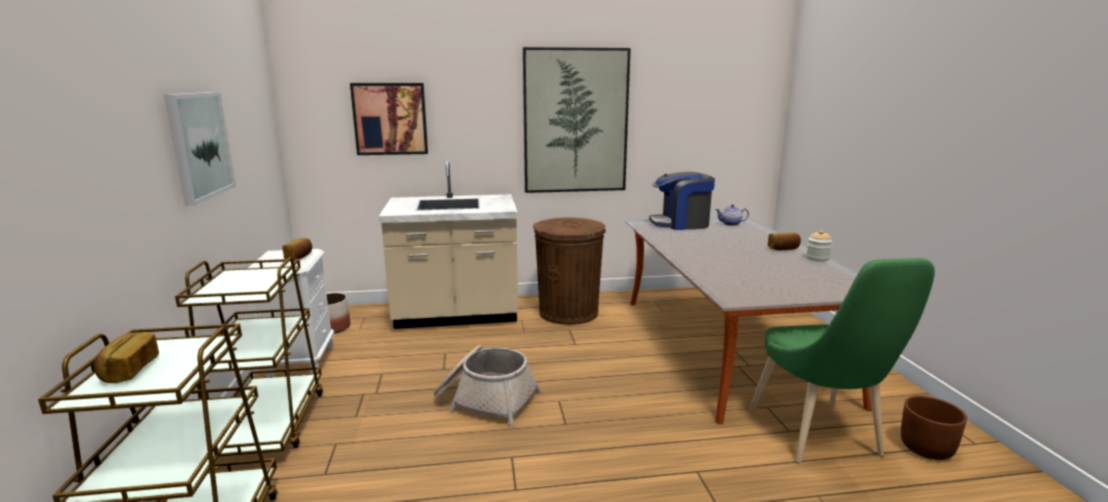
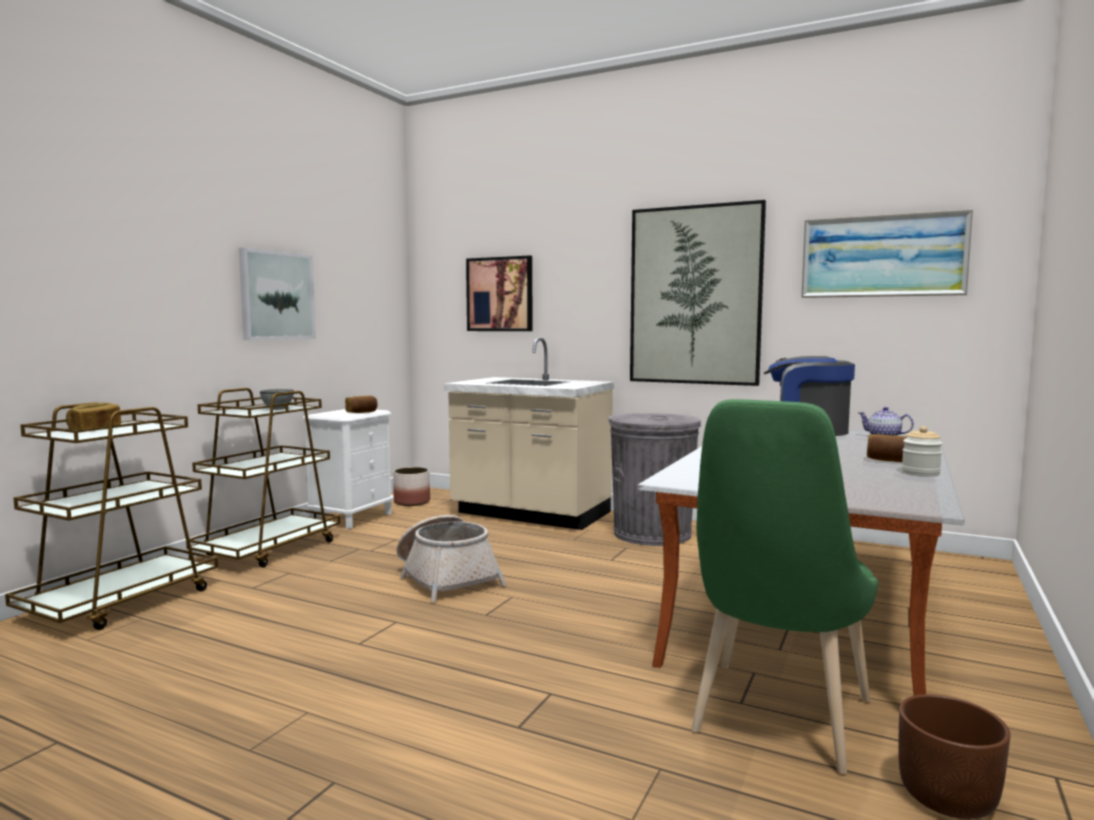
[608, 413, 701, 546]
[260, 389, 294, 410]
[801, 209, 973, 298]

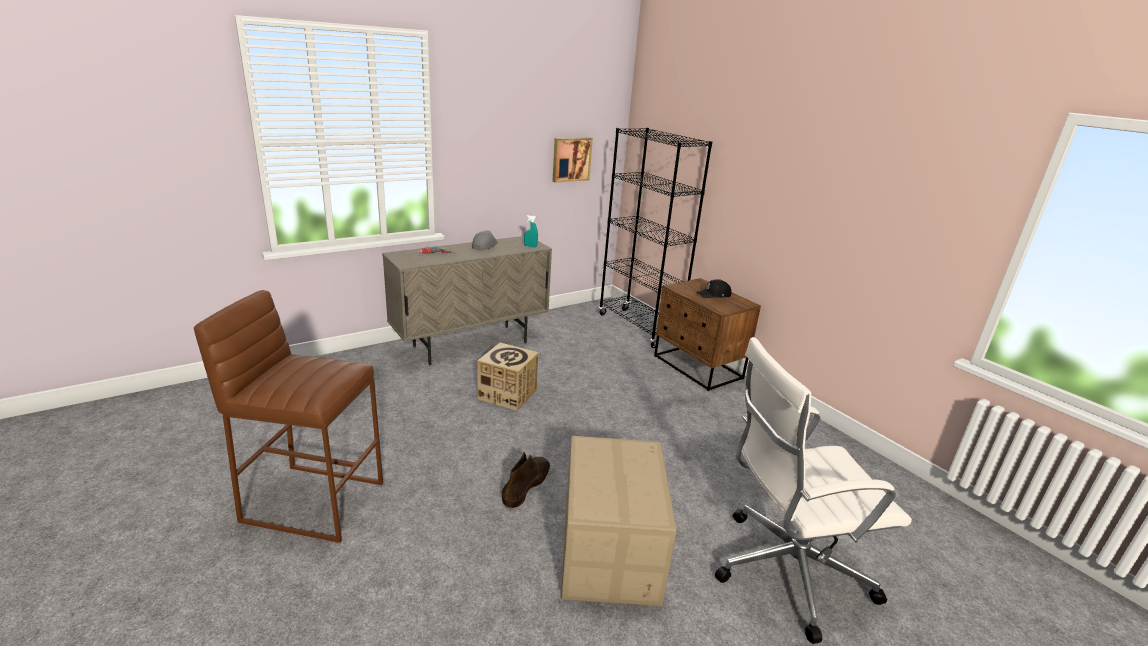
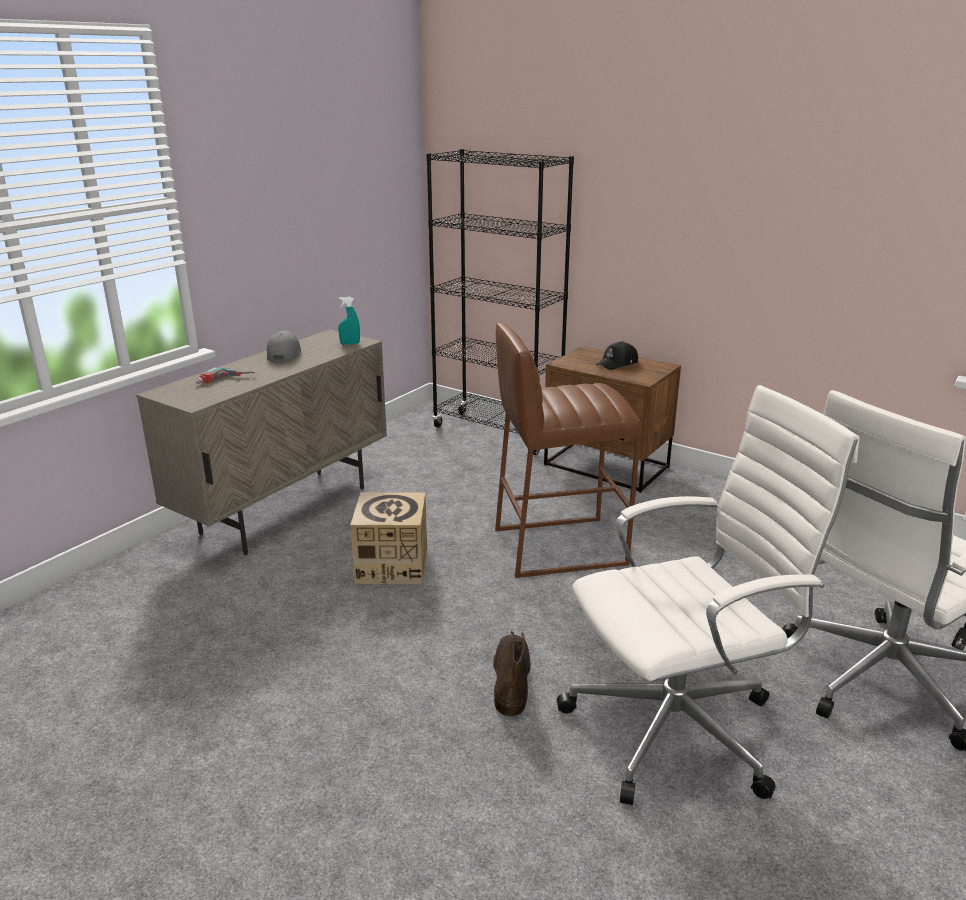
[495, 323, 641, 578]
[552, 137, 593, 183] (first image)
[557, 385, 859, 805]

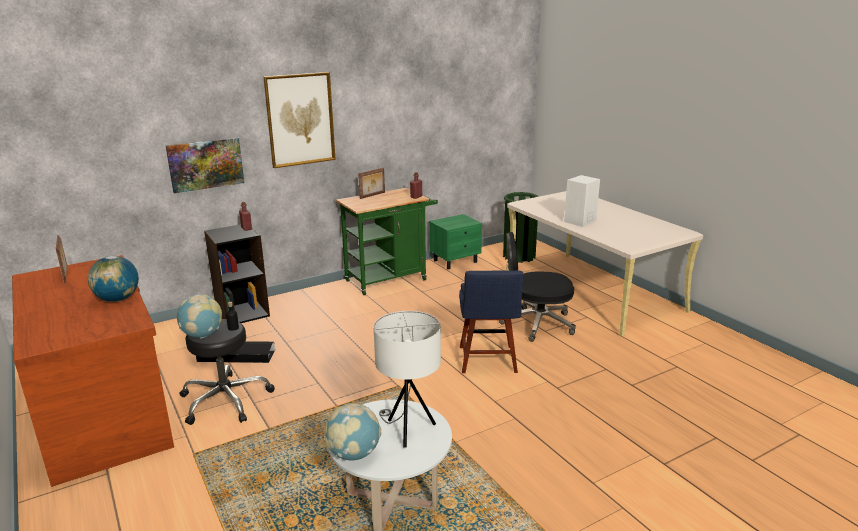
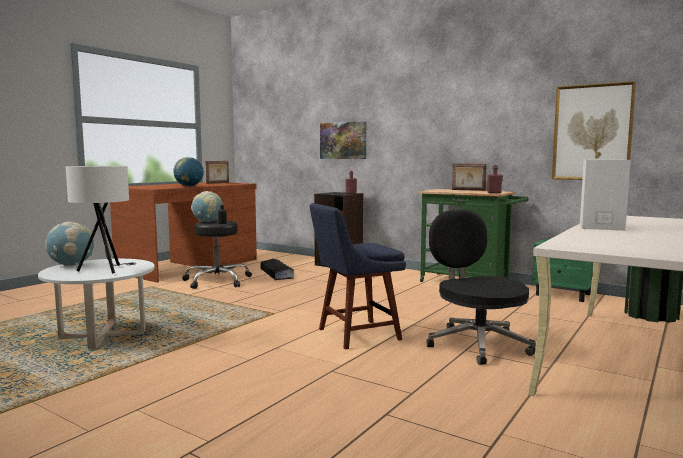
[552, 81, 636, 180]

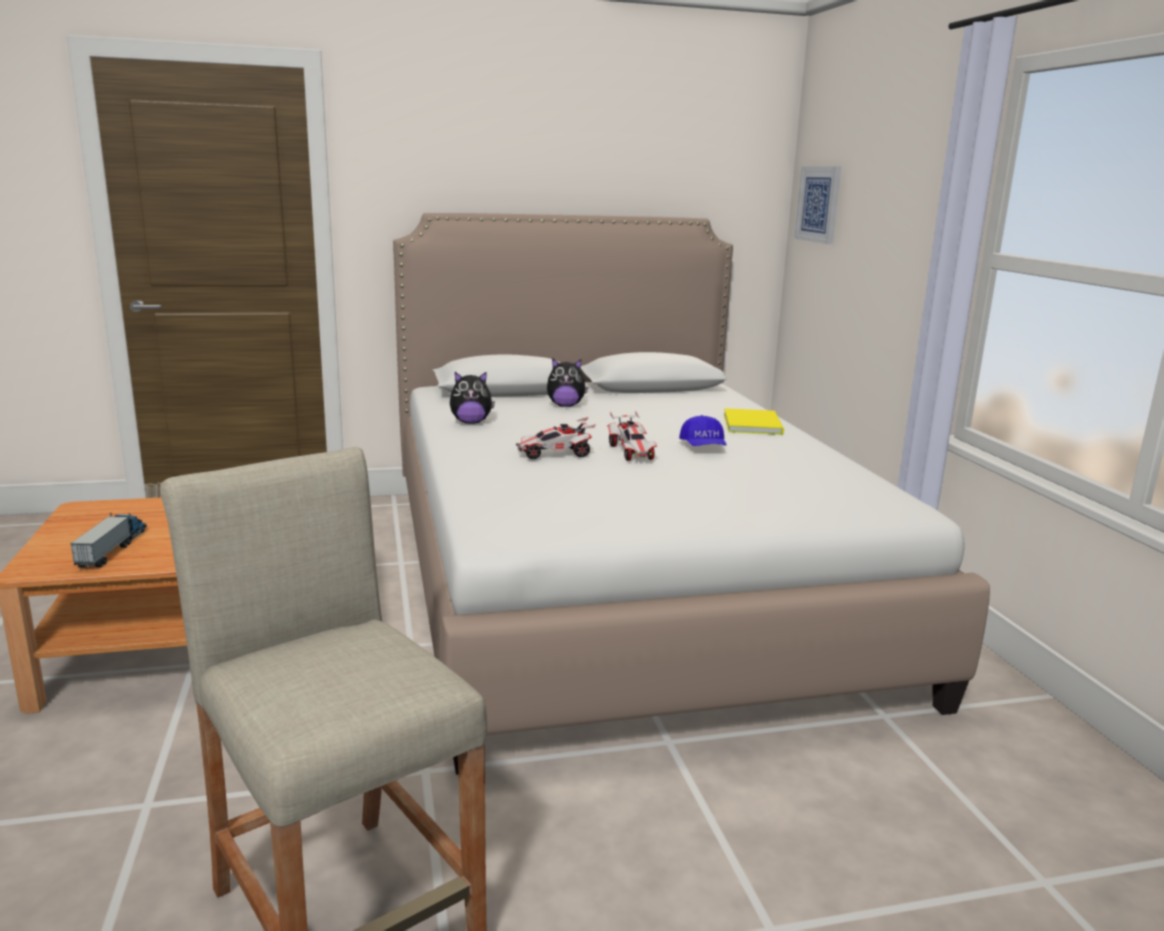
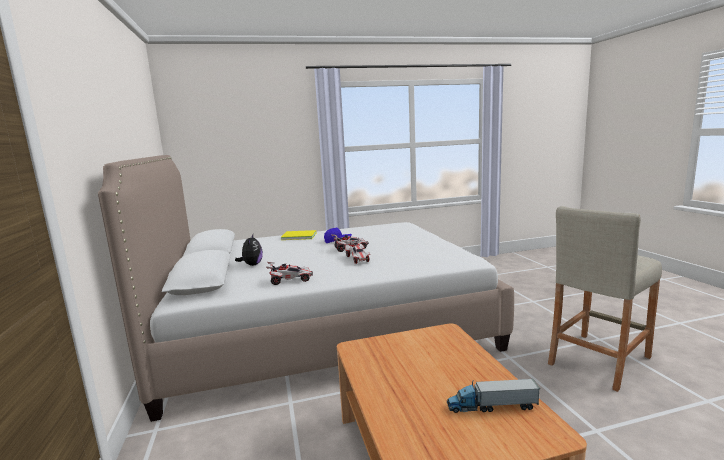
[266, 262, 313, 285]
[794, 166, 841, 244] (first image)

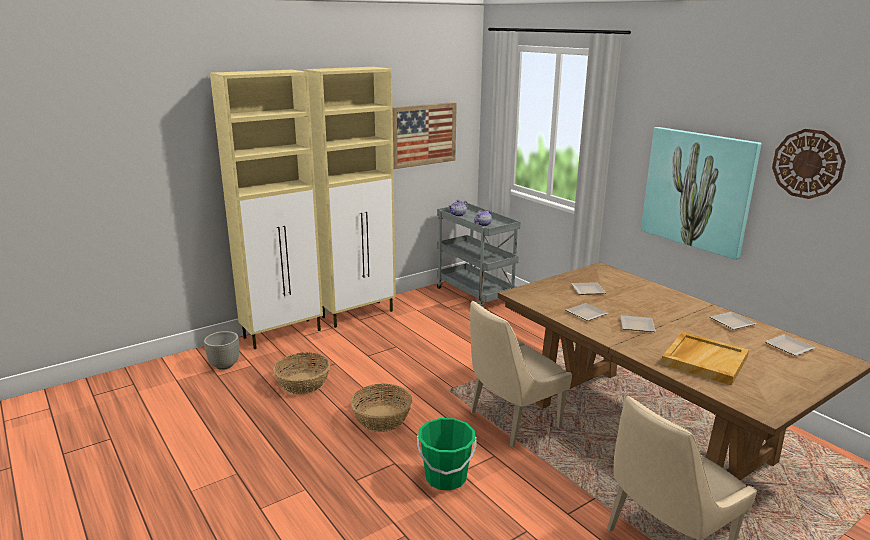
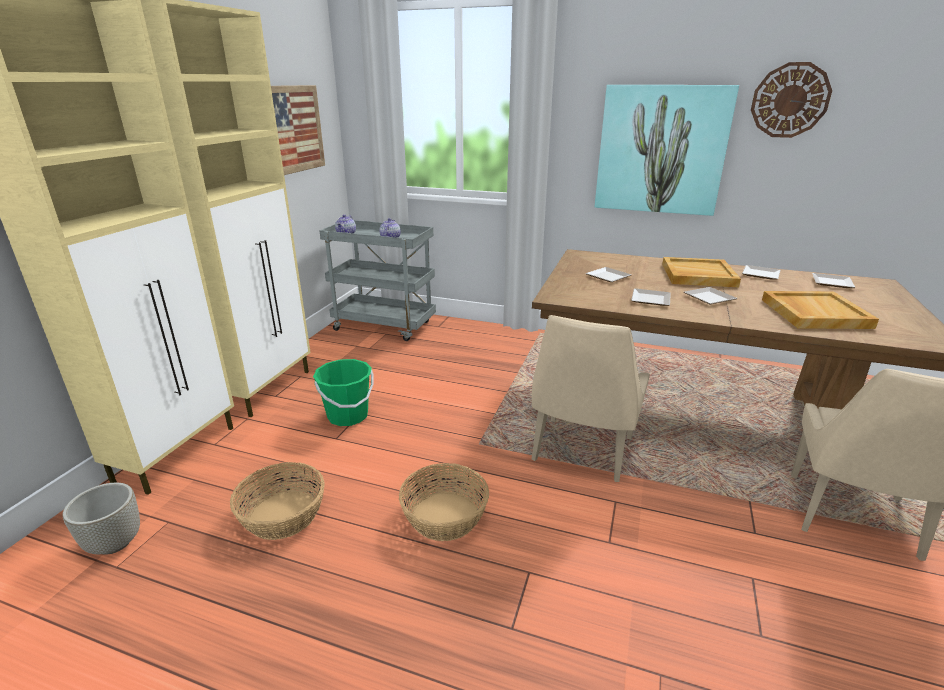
[313, 359, 374, 426]
[662, 257, 741, 287]

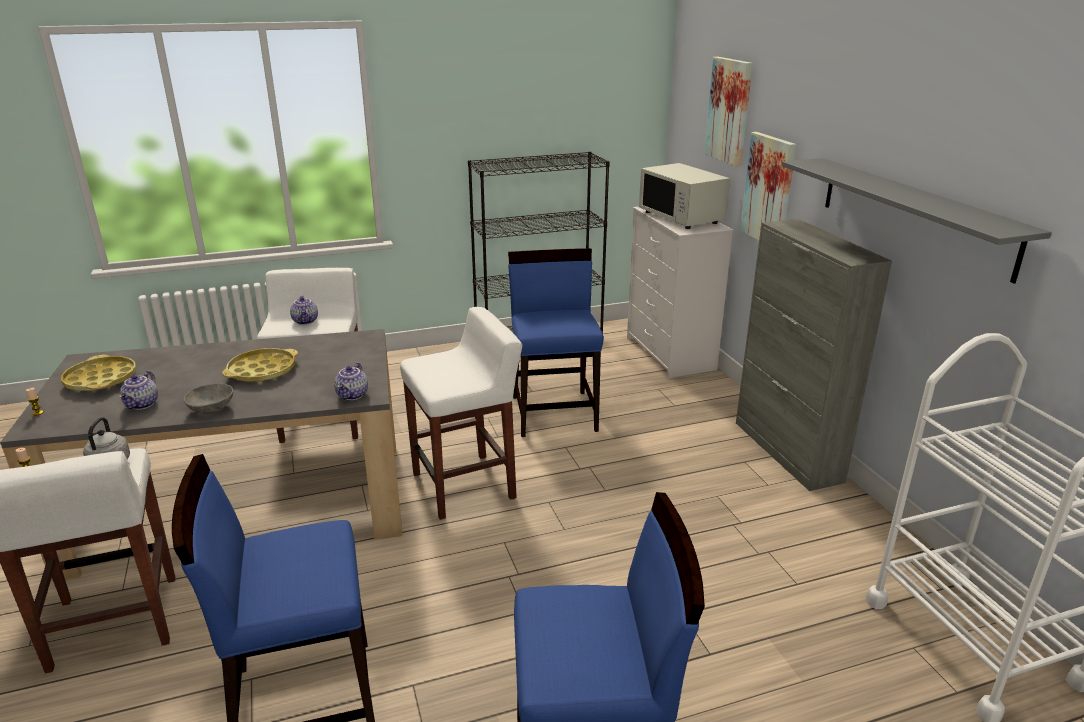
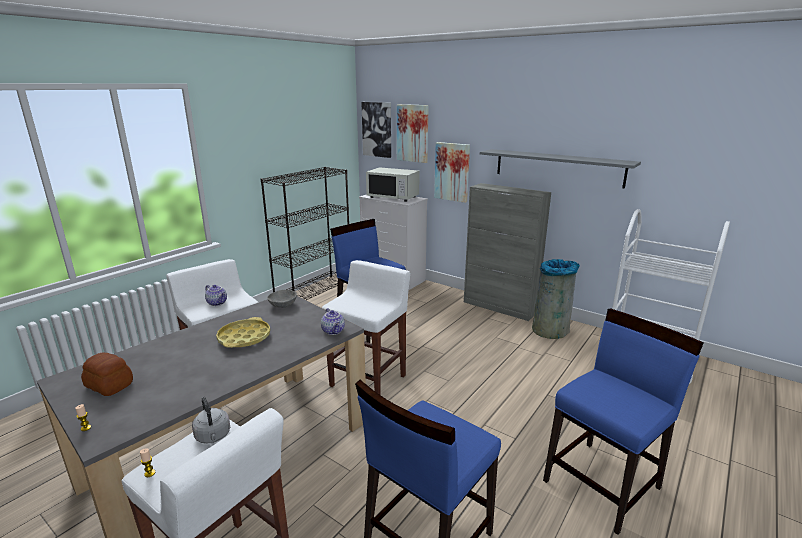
[81, 353, 133, 396]
[119, 371, 158, 410] (first image)
[267, 290, 297, 308]
[361, 102, 391, 158]
[532, 259, 580, 339]

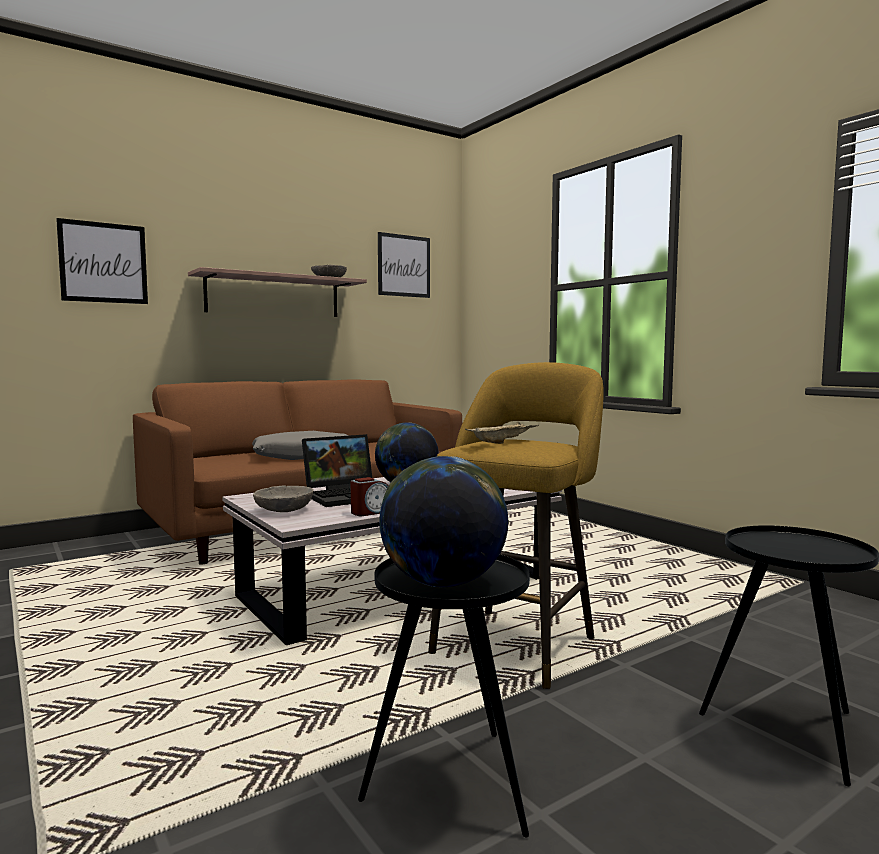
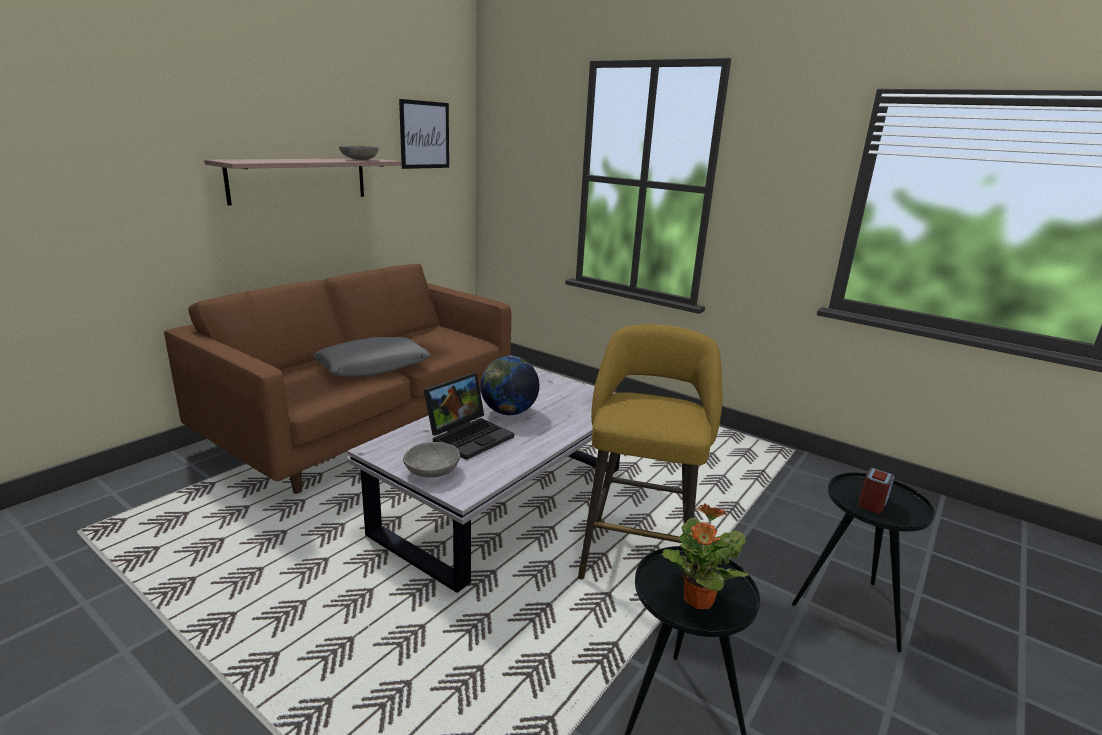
[56, 218, 148, 304] (first image)
[858, 468, 894, 514]
[662, 503, 749, 609]
[465, 421, 539, 444] (first image)

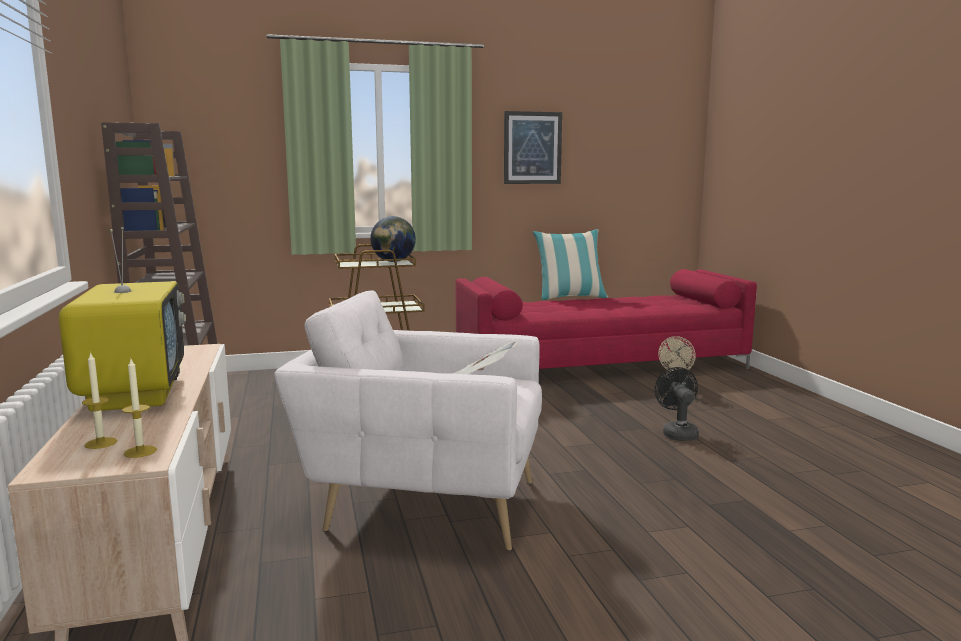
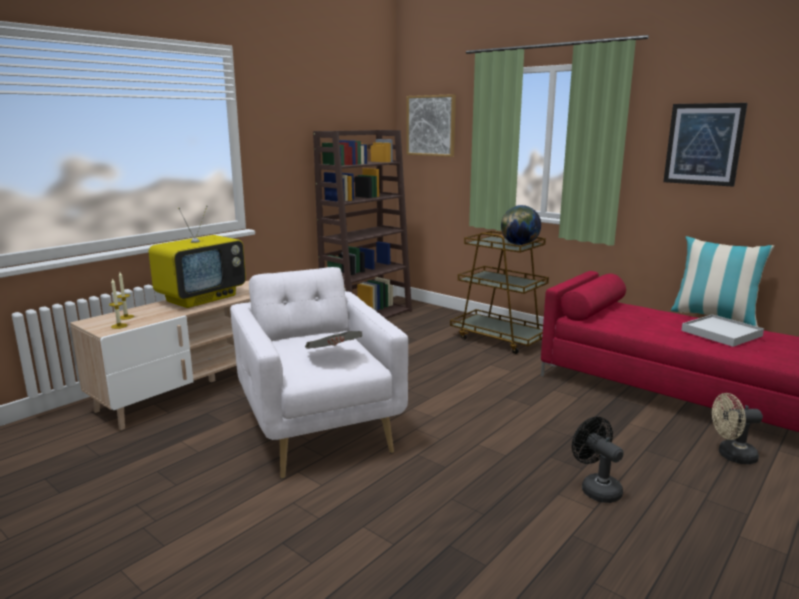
[572, 417, 624, 503]
[406, 94, 456, 157]
[681, 314, 764, 347]

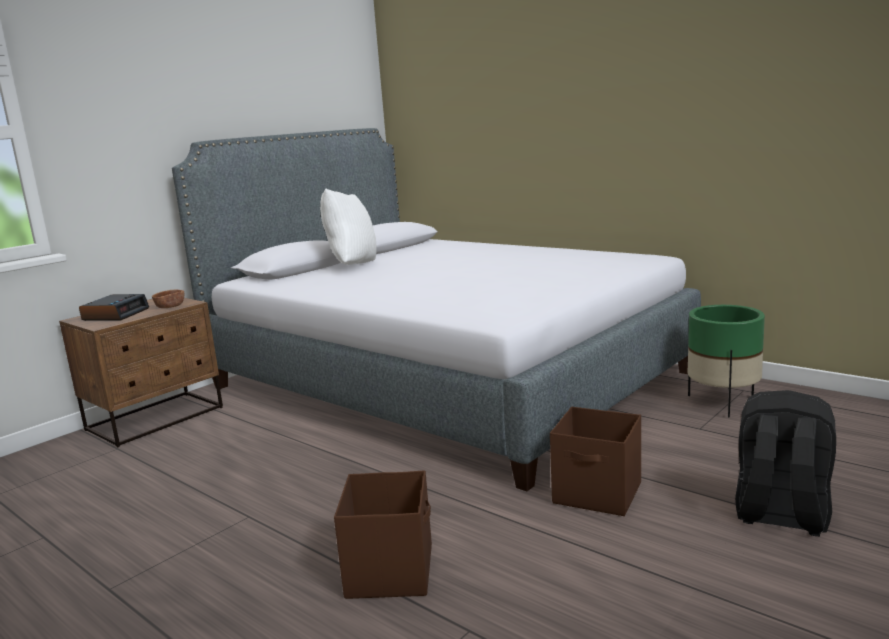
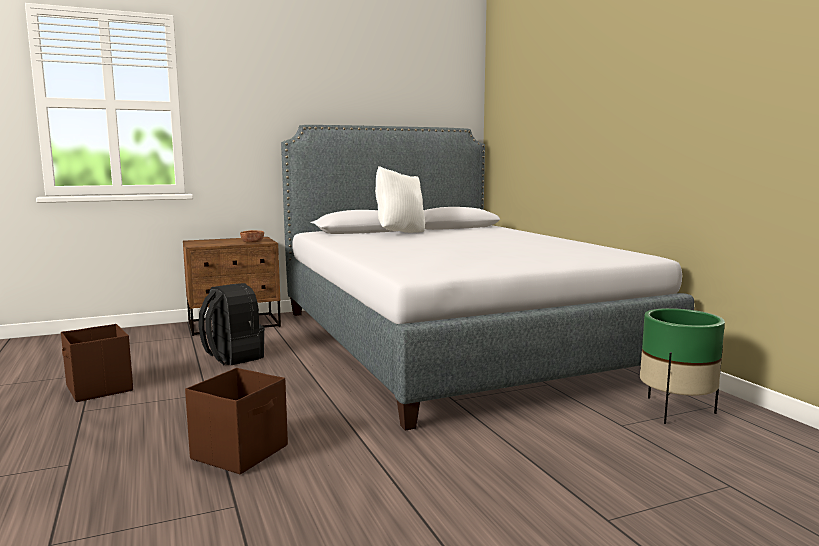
[79, 294, 149, 321] (first image)
[61, 324, 133, 402]
[198, 283, 265, 365]

